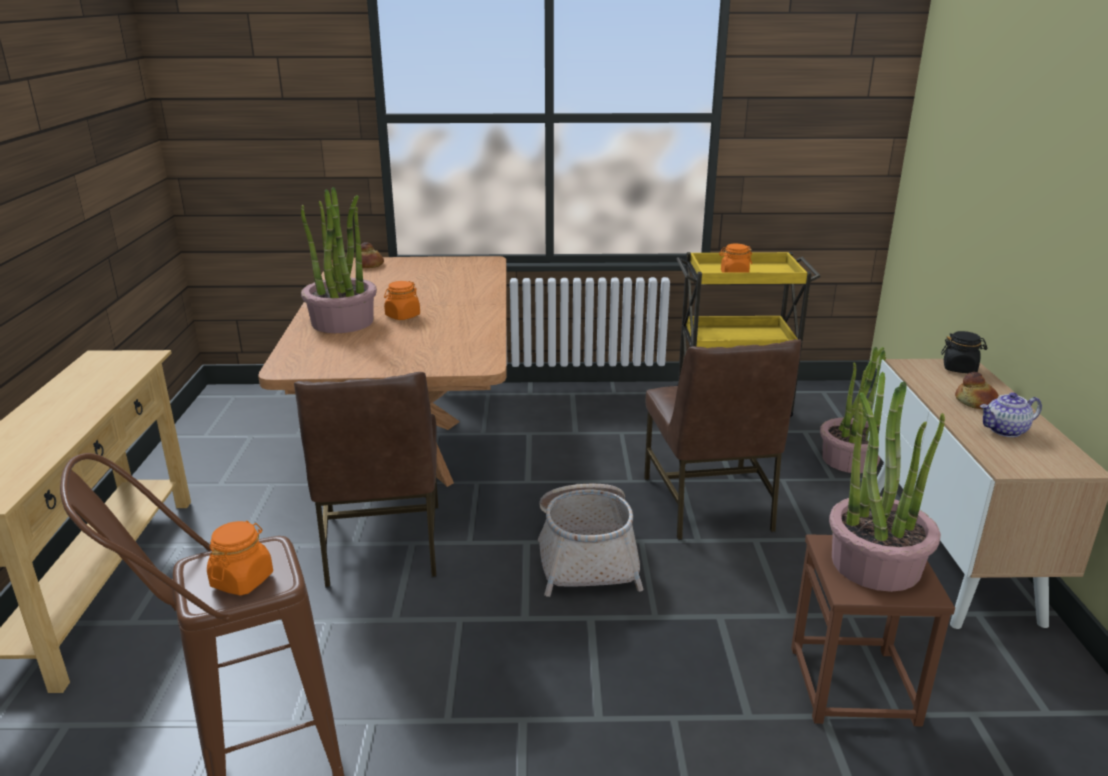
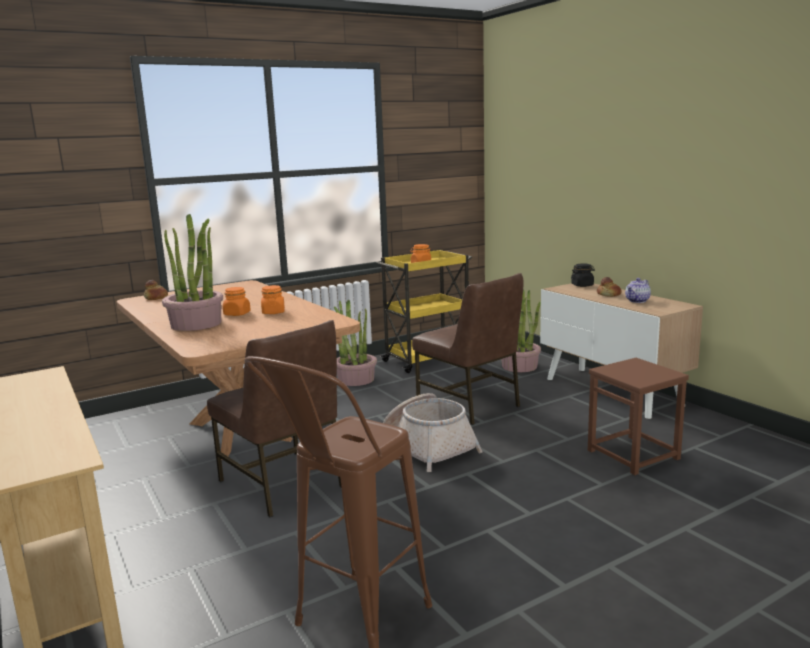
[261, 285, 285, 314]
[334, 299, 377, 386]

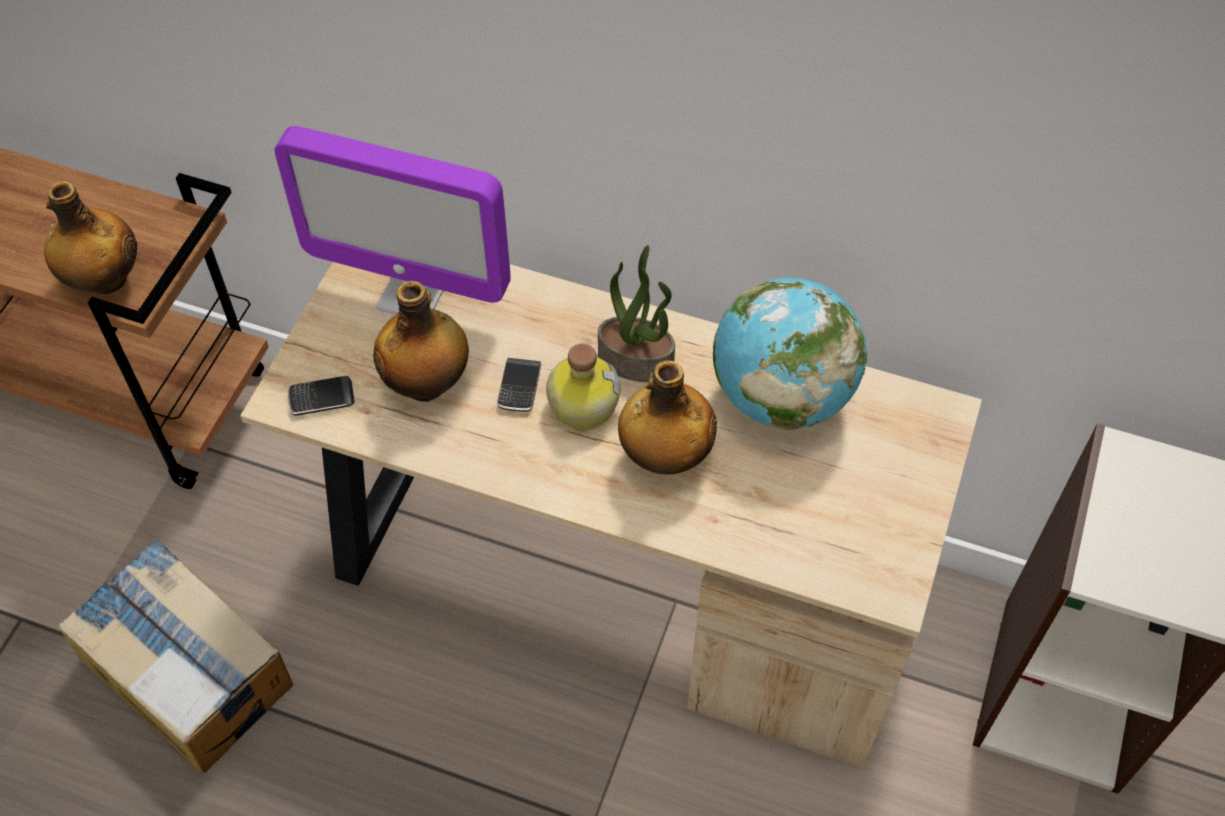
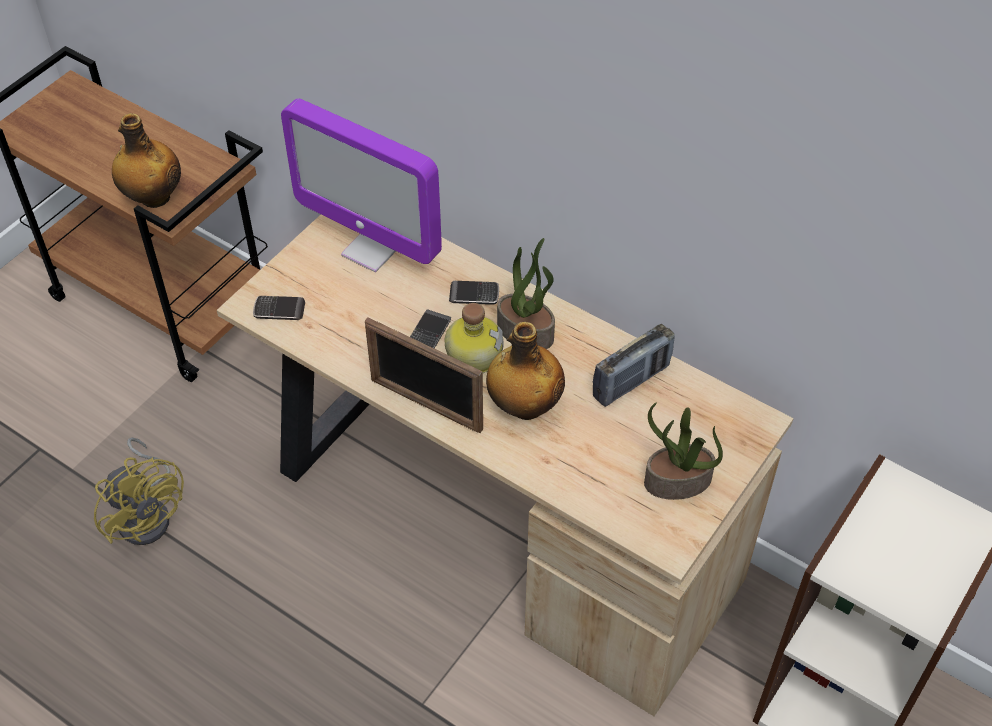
[94, 437, 184, 545]
[373, 281, 469, 402] (first image)
[593, 324, 675, 407]
[365, 318, 483, 433]
[449, 281, 499, 305]
[644, 402, 723, 500]

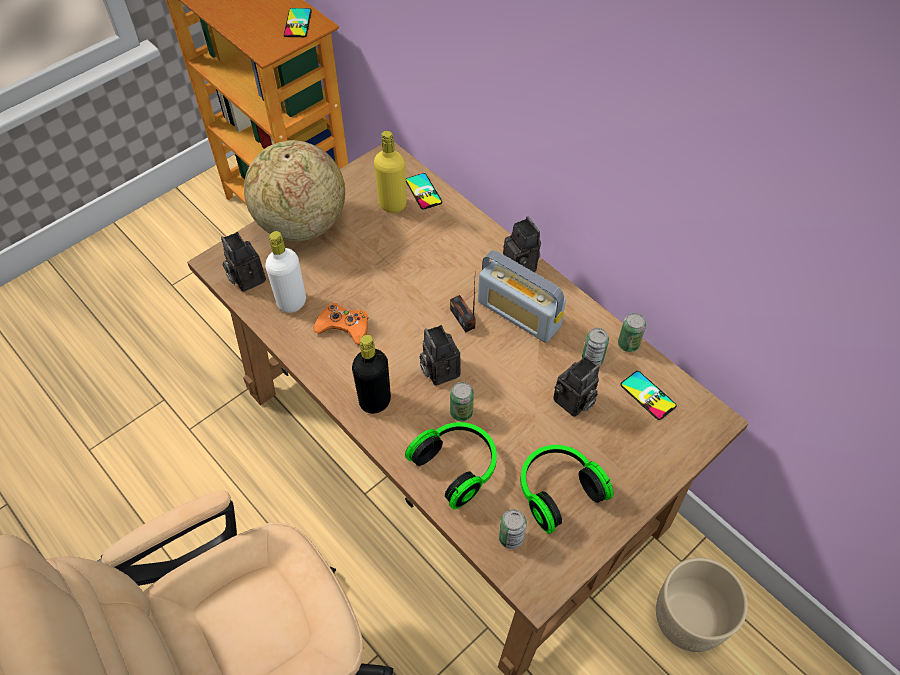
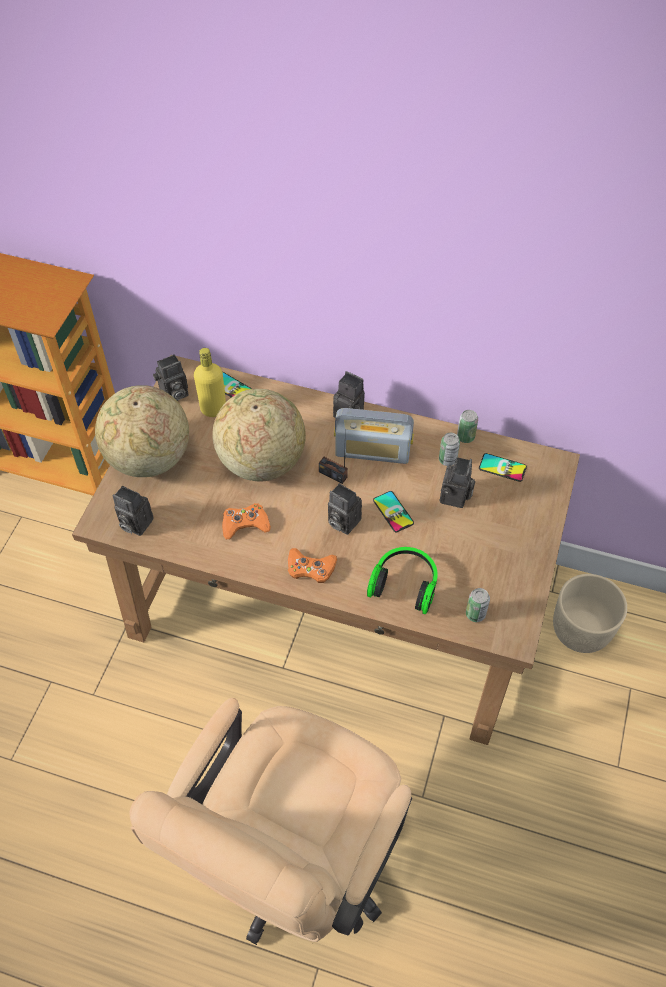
[265, 231, 306, 313] (first image)
[373, 491, 414, 532]
[288, 548, 337, 583]
[450, 382, 474, 421] (first image)
[521, 445, 614, 534] (first image)
[153, 354, 189, 401]
[213, 389, 306, 482]

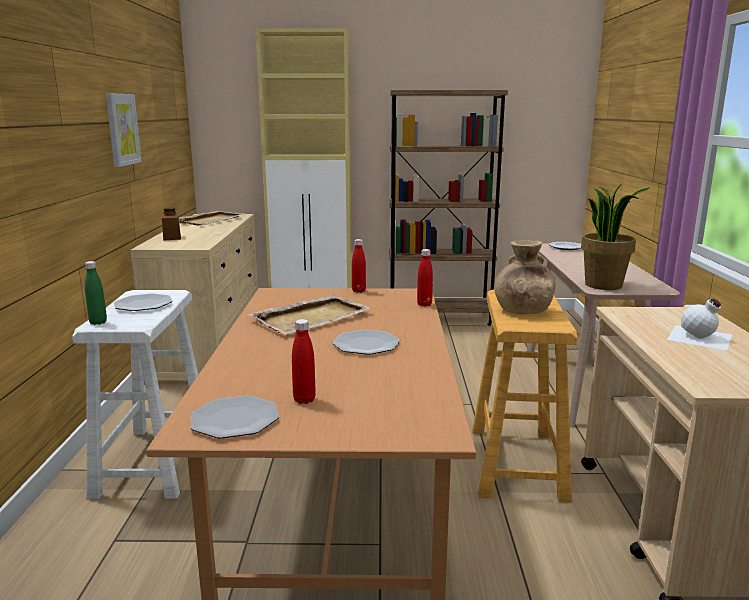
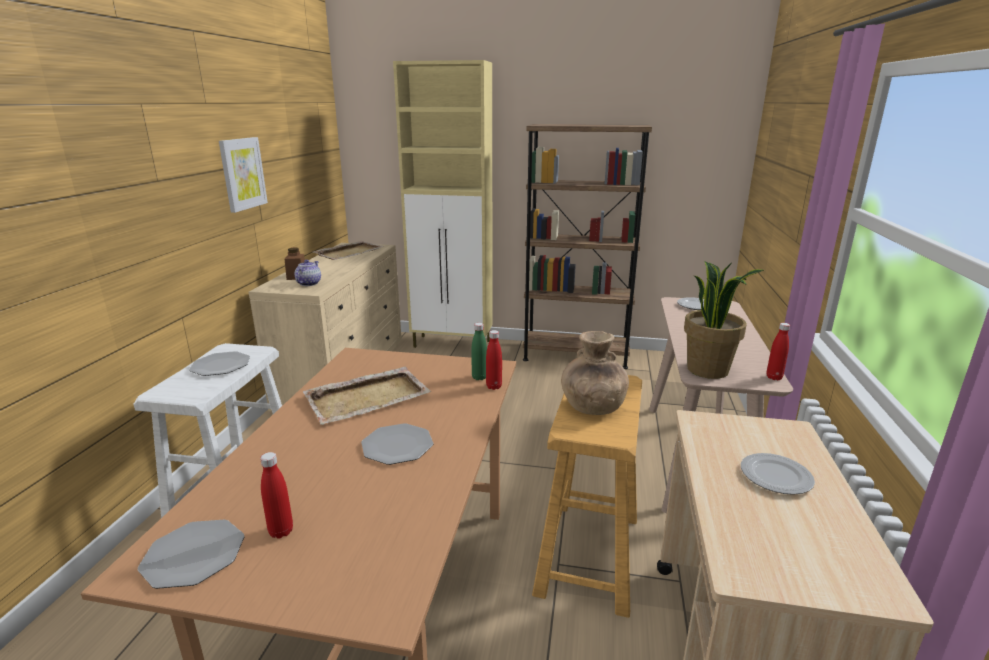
[471, 323, 487, 380]
[767, 323, 790, 380]
[741, 453, 815, 495]
[294, 260, 321, 286]

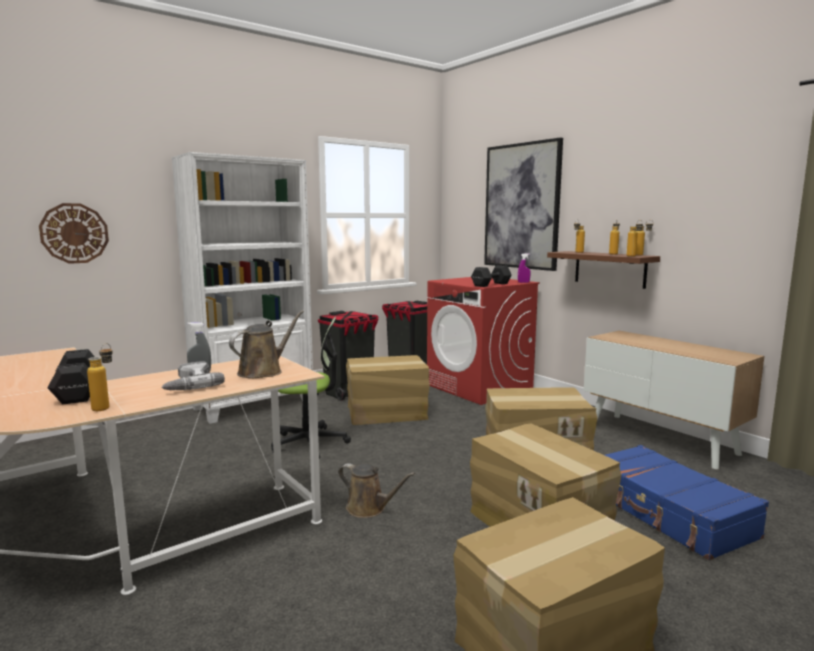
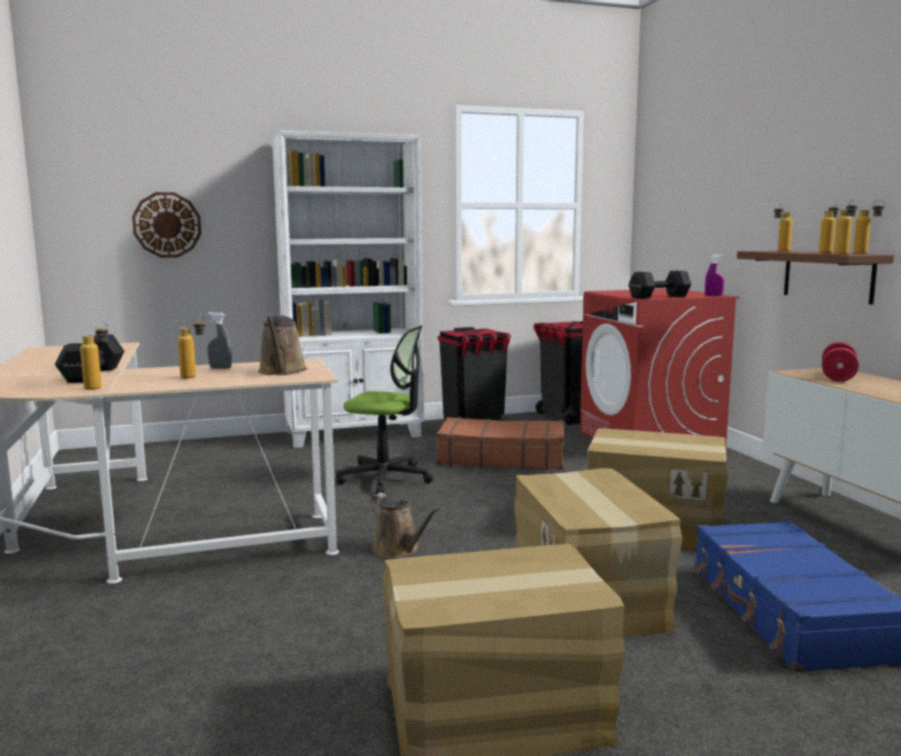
[178, 316, 206, 378]
[258, 315, 307, 375]
[436, 417, 564, 470]
[484, 138, 563, 271] (first image)
[822, 342, 859, 382]

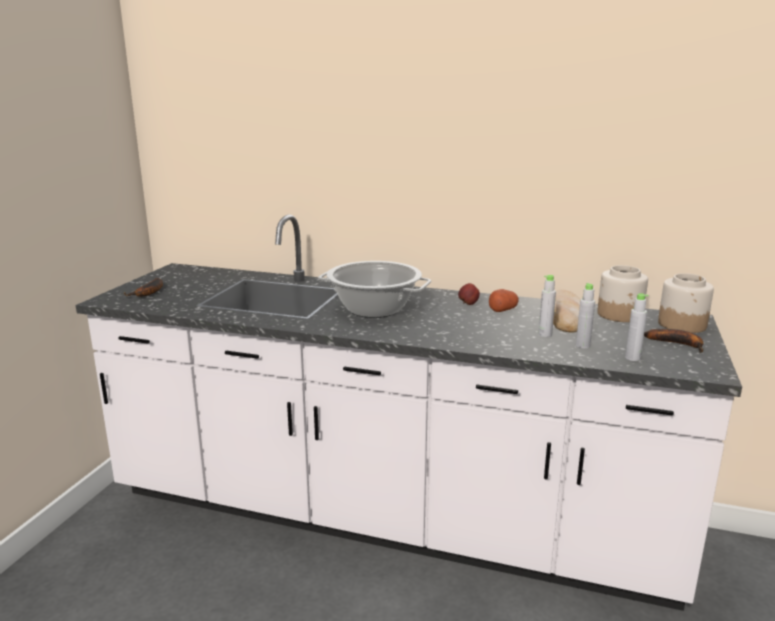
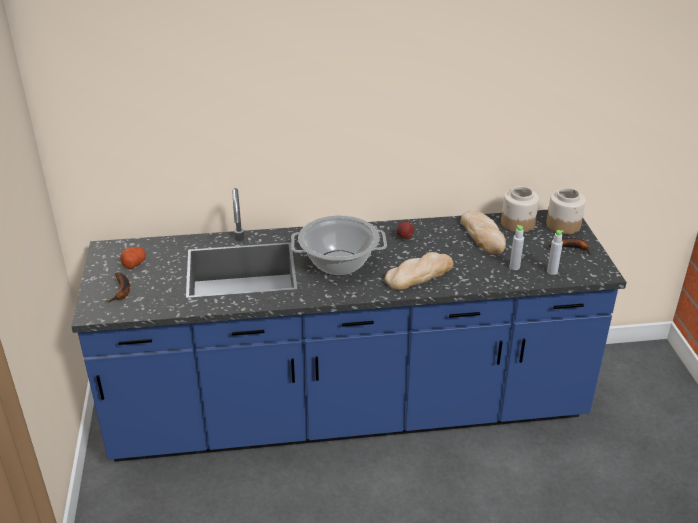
[71, 188, 627, 462]
[120, 247, 146, 269]
[538, 275, 556, 337] (first image)
[385, 252, 454, 290]

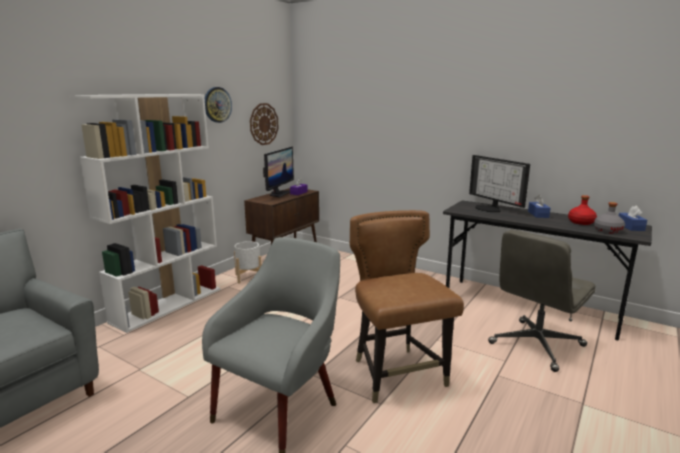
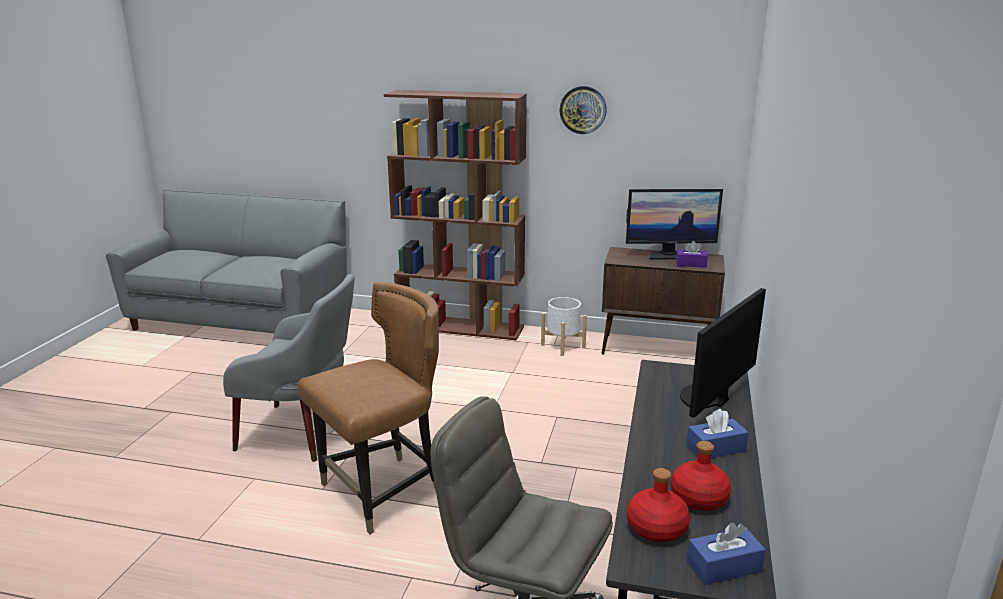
[384, 90, 527, 340]
[250, 103, 278, 145] (first image)
[627, 468, 690, 542]

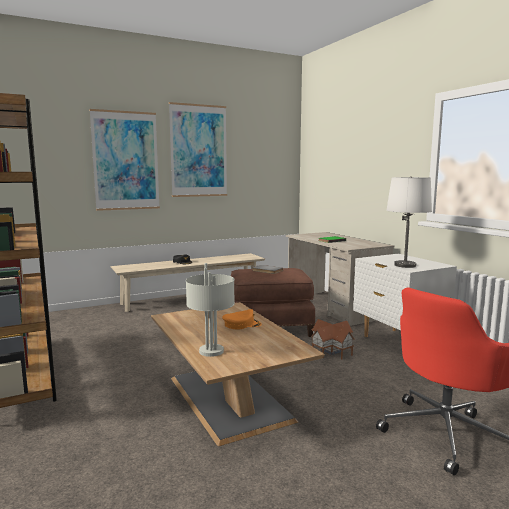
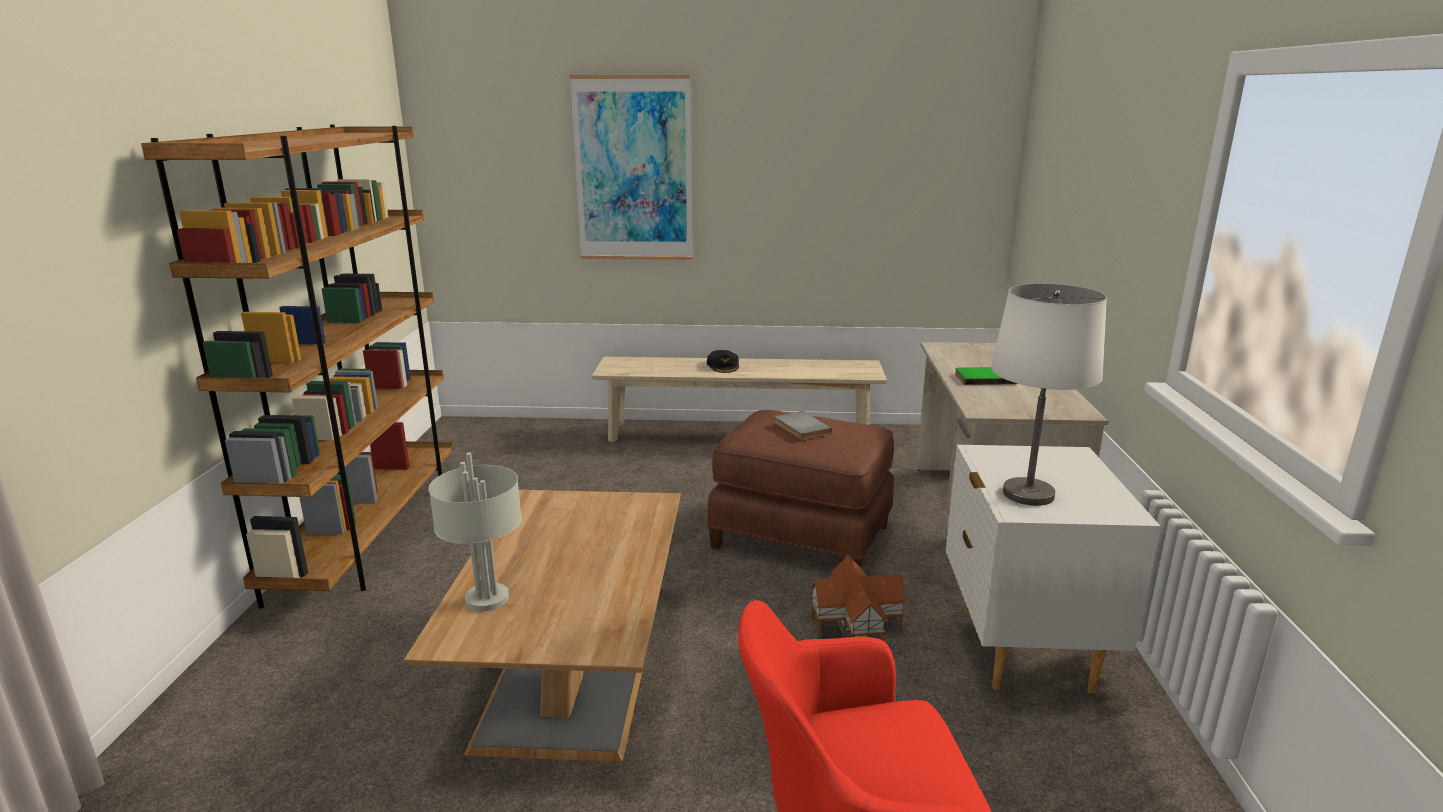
[169, 102, 227, 197] (first image)
[222, 309, 262, 330] (first image)

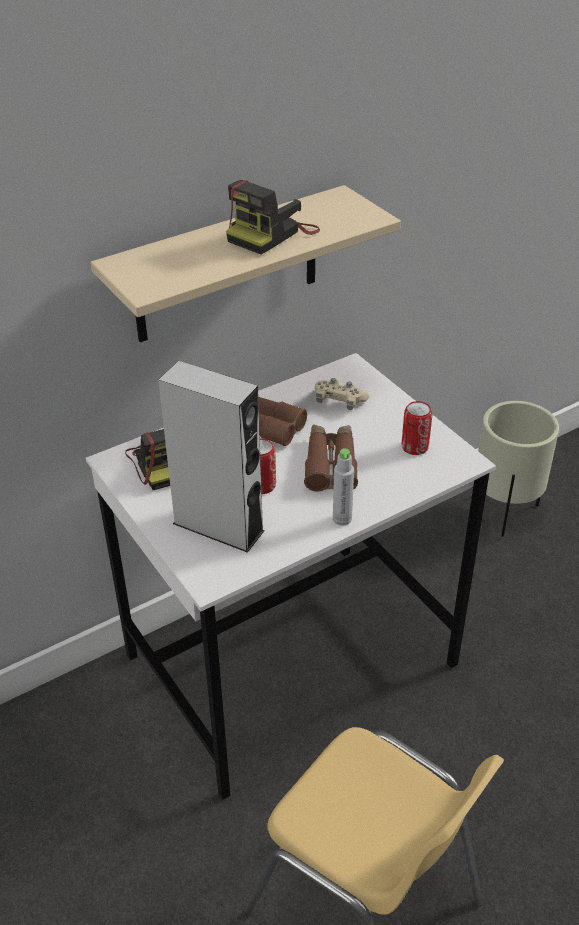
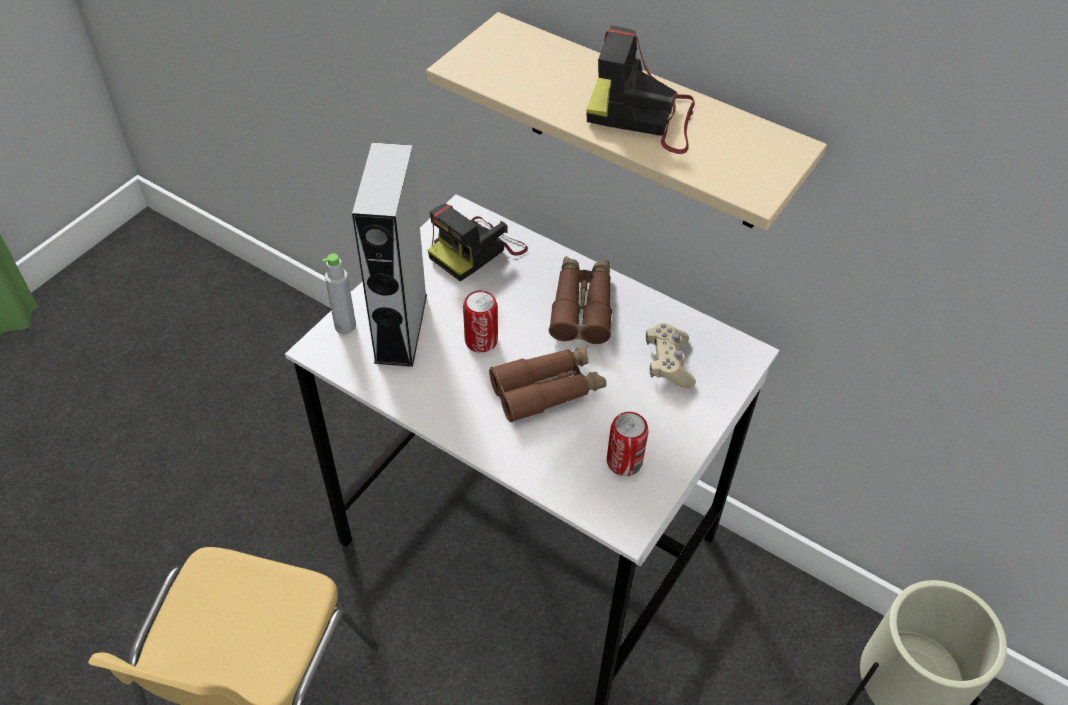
[323, 254, 356, 334]

